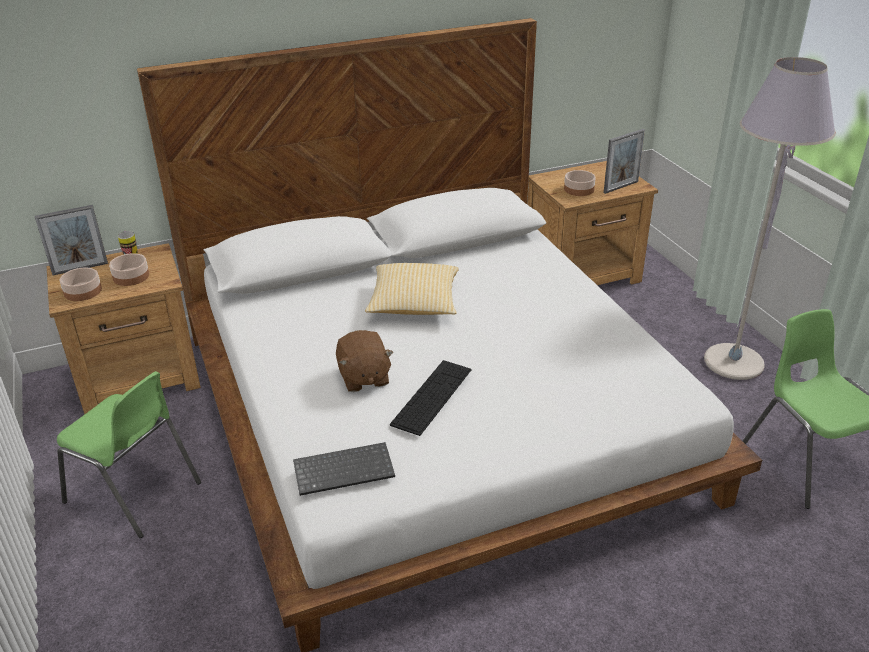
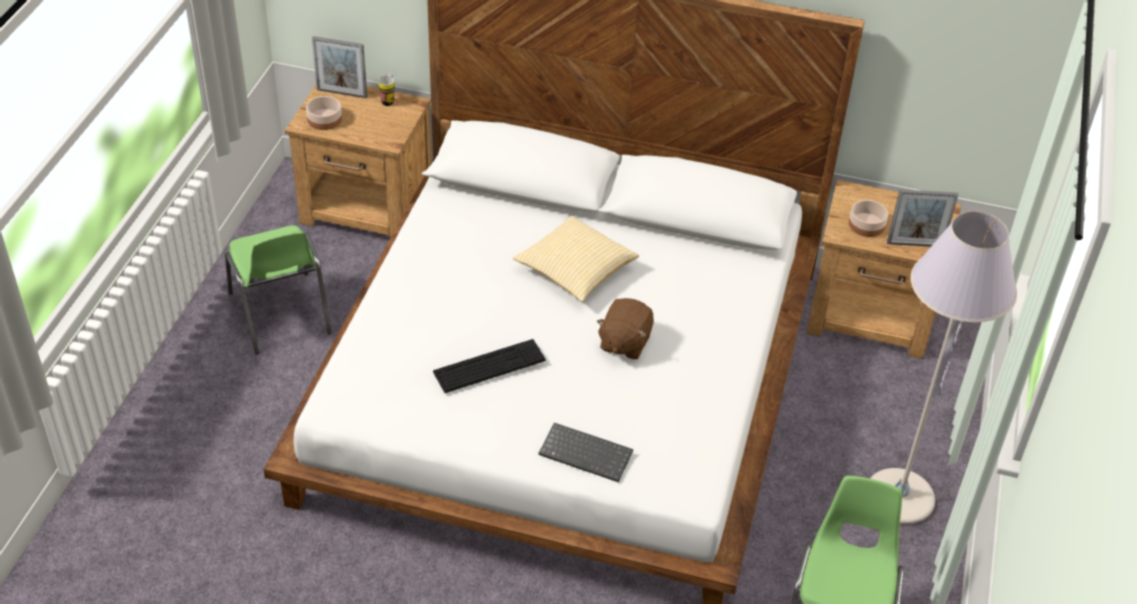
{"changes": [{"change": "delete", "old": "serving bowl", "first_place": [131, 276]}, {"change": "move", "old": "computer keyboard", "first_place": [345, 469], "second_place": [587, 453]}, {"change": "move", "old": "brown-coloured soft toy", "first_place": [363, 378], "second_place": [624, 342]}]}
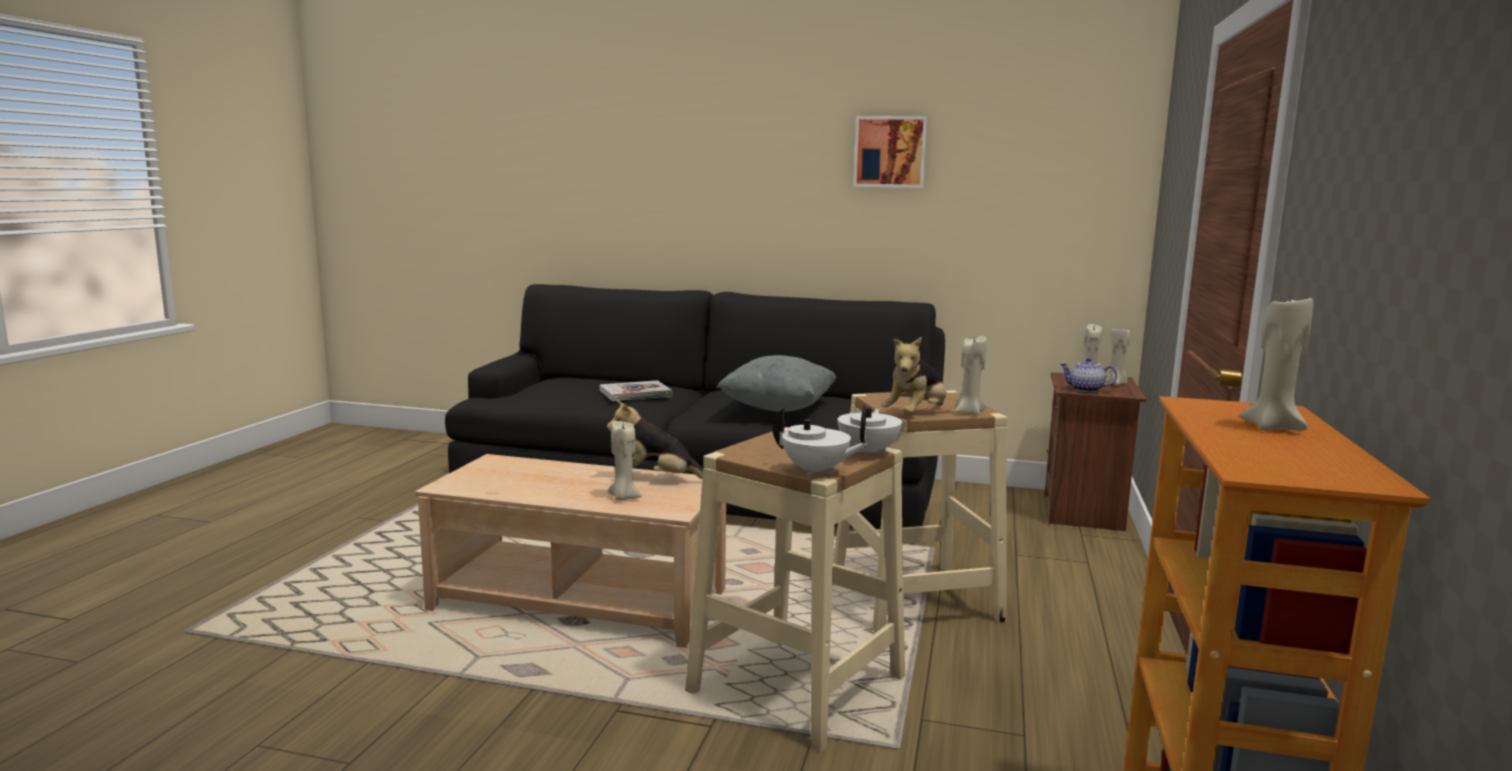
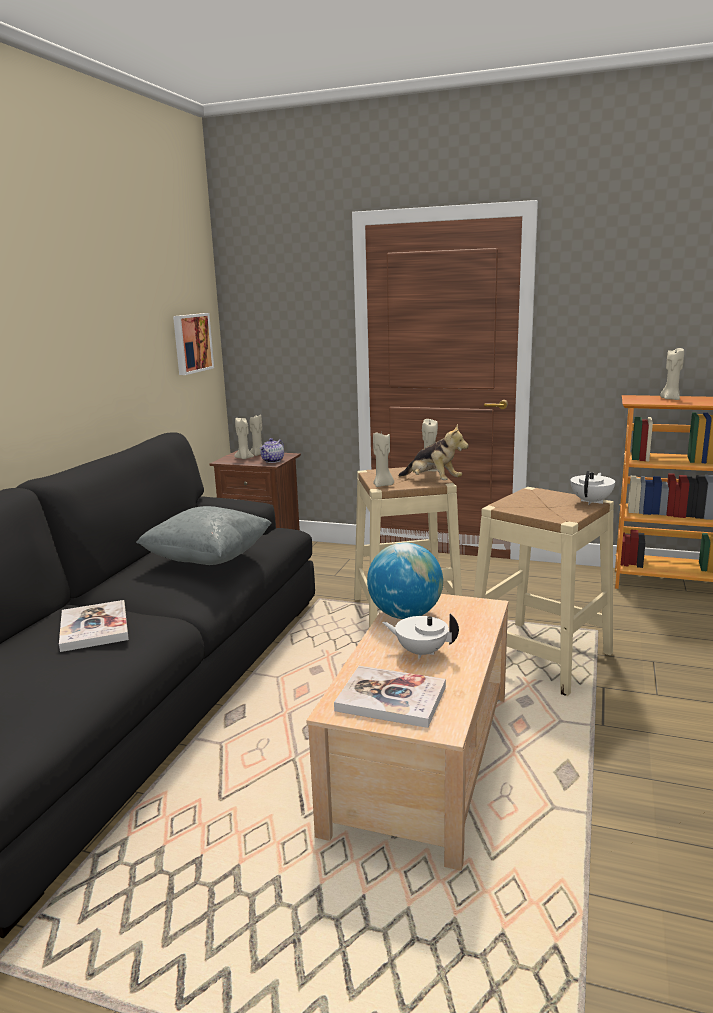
{"changes": [{"change": "replace", "old": "soft toy", "new": "desk globe", "first_place": [658, 479], "second_place": [405, 615]}, {"change": "move", "old": "beige wax candle", "first_place": [623, 498], "second_place": [383, 485]}, {"change": "move", "old": "white pot for tea", "first_place": [869, 452], "second_place": [421, 652]}, {"change": "move", "old": "wall art", "first_place": [890, 152], "second_place": [191, 343]}, {"change": "insert", "new": "volume", "second_place": [391, 699]}]}
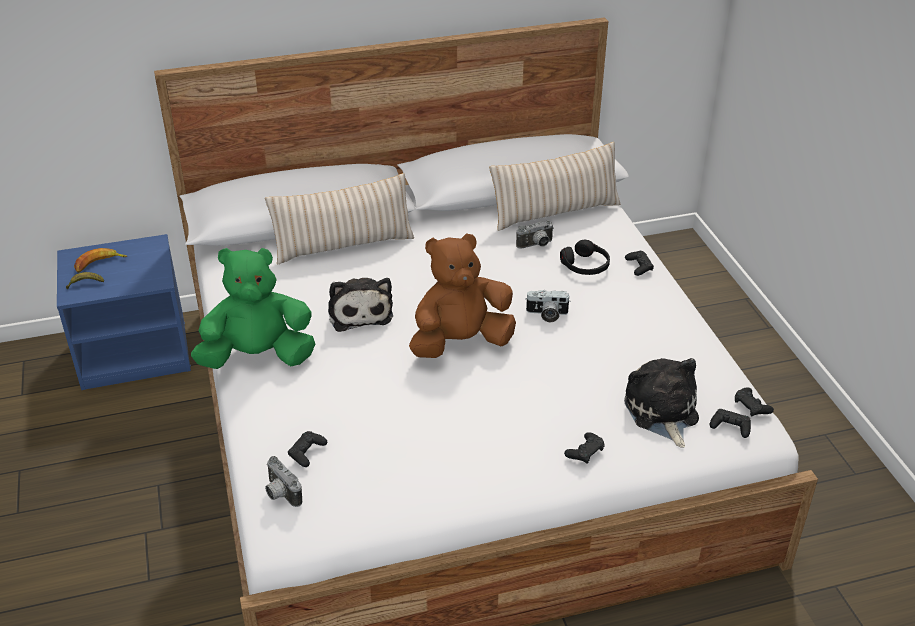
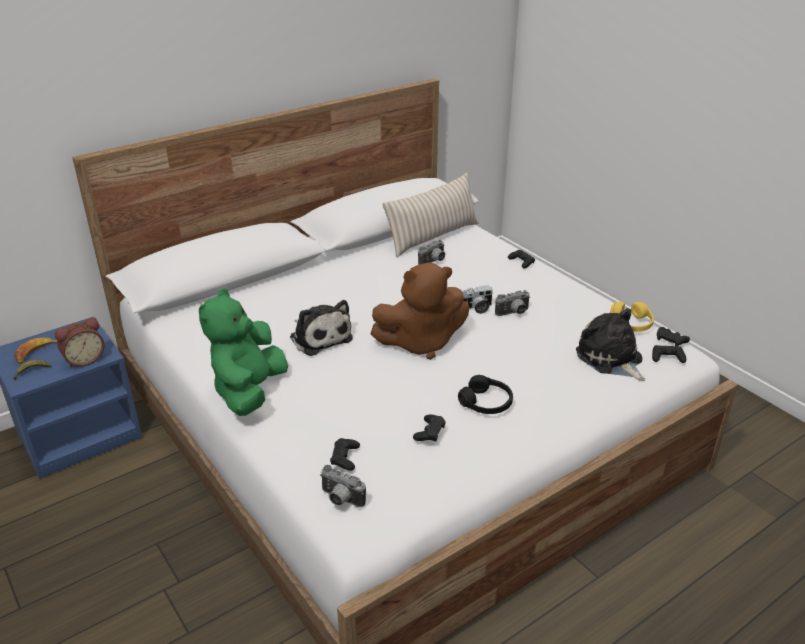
{"changes": [{"change": "rotate", "old": "green-coloured soft toy", "first_place": [258, 357], "second_place": [249, 391], "degrees": -45}, {"change": "delete", "old": "beige pillow", "first_place": [343, 245]}, {"change": "rotate", "old": "brown-coloured soft toy", "first_place": [460, 343], "second_place": [421, 343], "degrees": -150}, {"change": "move", "old": "black headset", "first_place": [585, 265], "second_place": [486, 403]}, {"change": "move", "old": "black gamepad", "first_place": [585, 452], "second_place": [429, 432]}, {"change": "insert", "new": "table clock", "second_place": [84, 359]}, {"change": "insert", "new": "still camera", "second_place": [513, 313]}, {"change": "insert", "new": "yellow headset", "second_place": [630, 324]}]}
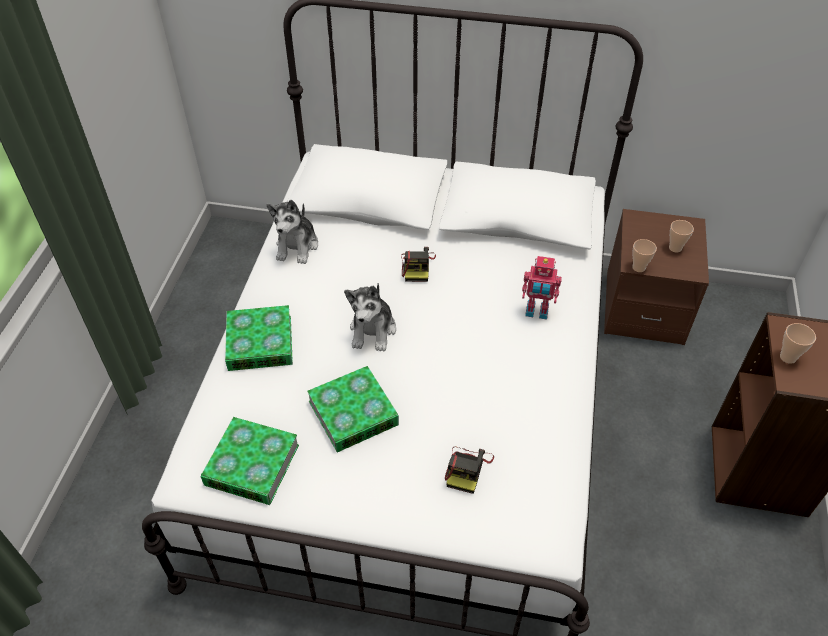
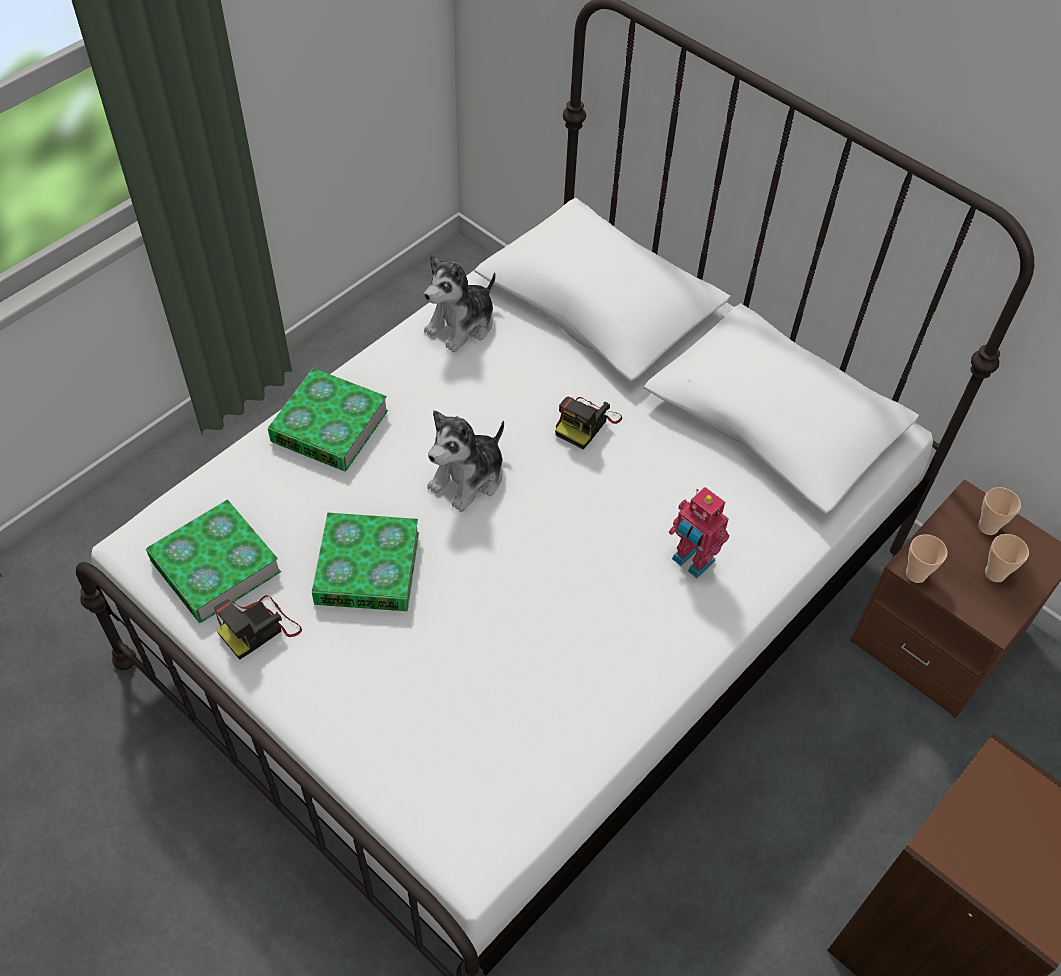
{"changes": [{"change": "move", "old": "still camera", "first_place": [467, 469], "second_place": [259, 629]}, {"change": "move", "old": "small cup", "first_place": [788, 357], "second_place": [988, 527]}]}
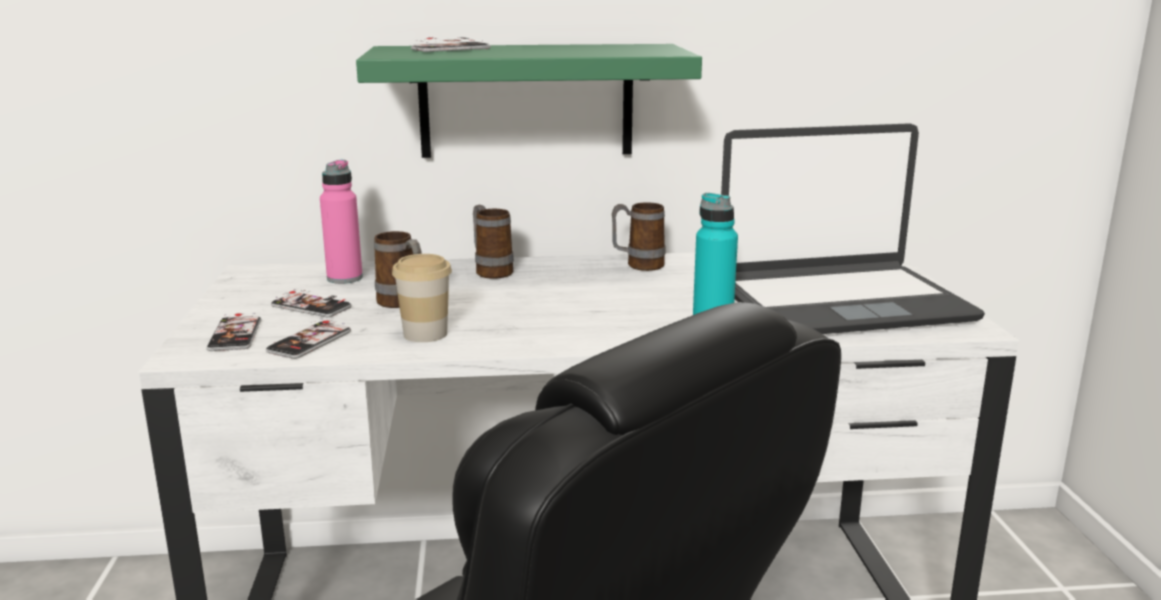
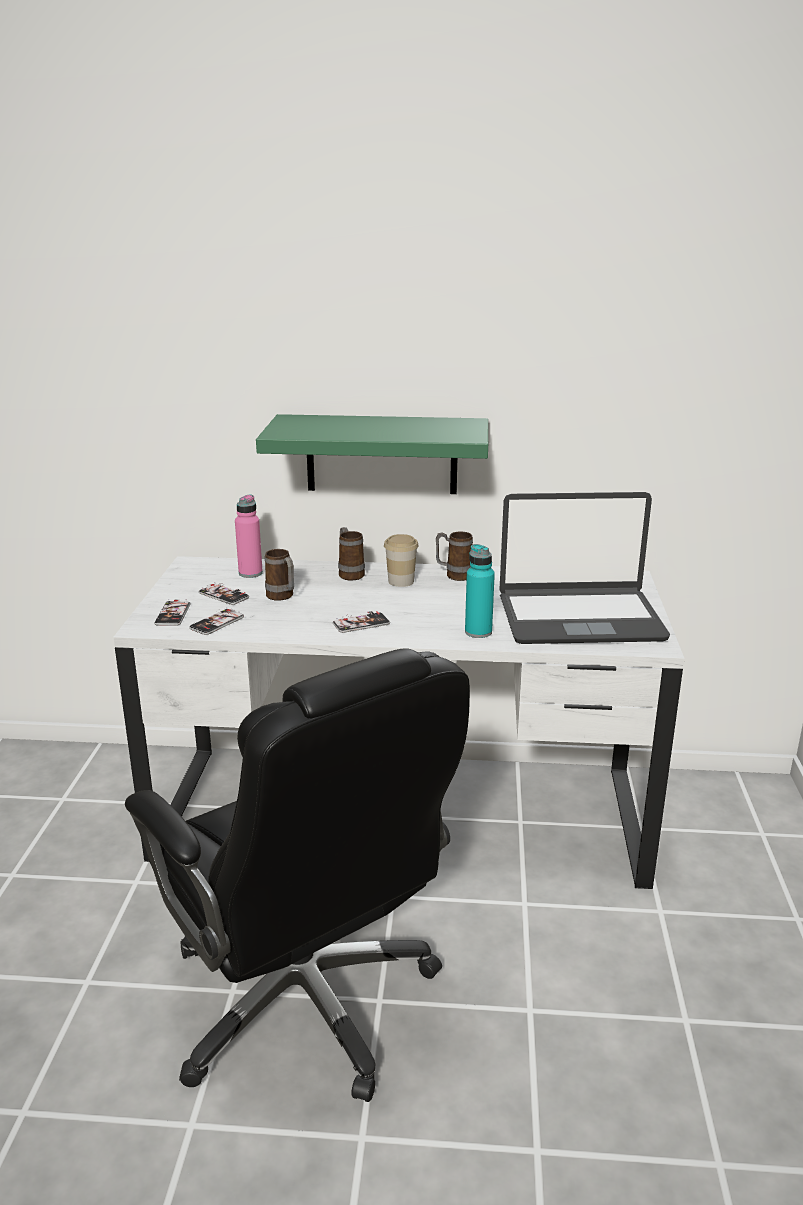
{"changes": [{"change": "move", "old": "small cup", "first_place": [425, 334], "second_place": [401, 581]}, {"change": "move", "old": "handset", "first_place": [451, 49], "second_place": [361, 624]}]}
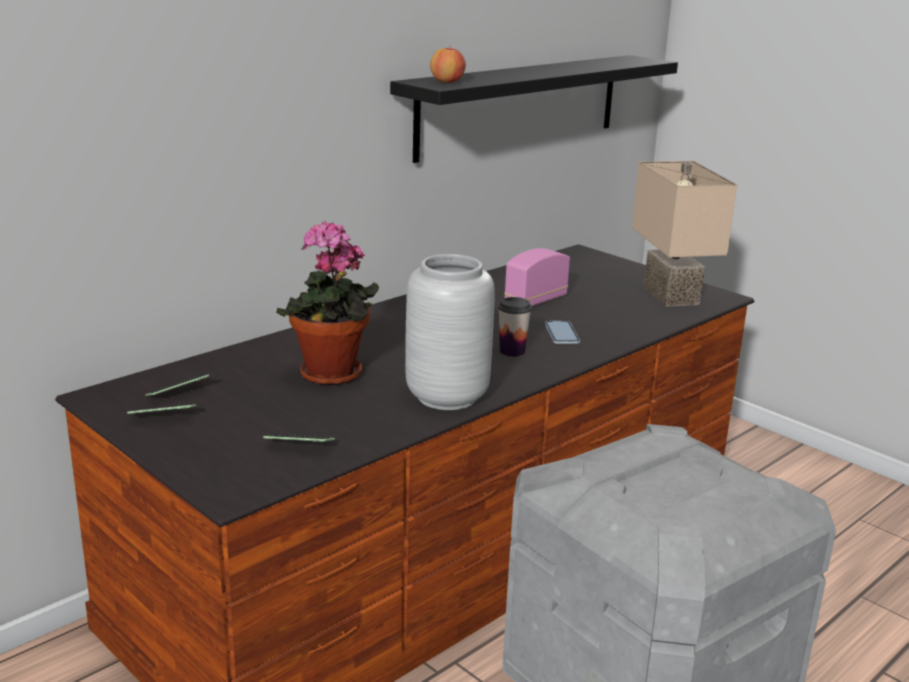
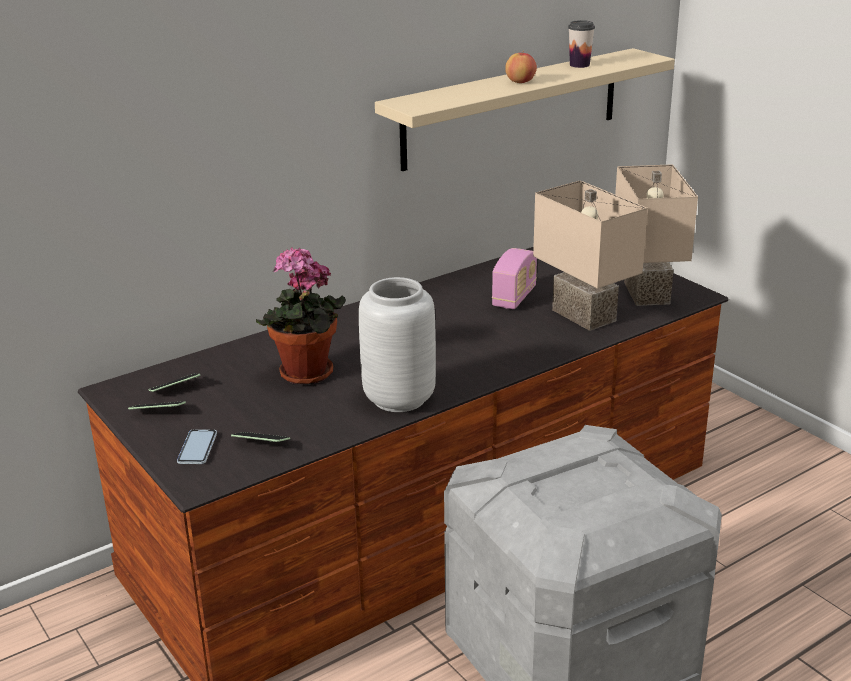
{"changes": [{"change": "recolor", "old": "black wall shelf", "new": "beige wall shelf", "first_place": [520, 105], "second_place": [512, 108]}, {"change": "move", "old": "apple fruit", "first_place": [447, 82], "second_place": [520, 82]}, {"change": "move", "old": "small cup", "first_place": [512, 351], "second_place": [579, 65]}, {"change": "rotate", "old": "radio", "first_place": [535, 300], "second_place": [514, 297], "degrees": 150}, {"change": "move", "old": "handset", "first_place": [561, 334], "second_place": [197, 448]}, {"change": "insert", "new": "beige lamp for a table", "second_place": [580, 316]}]}
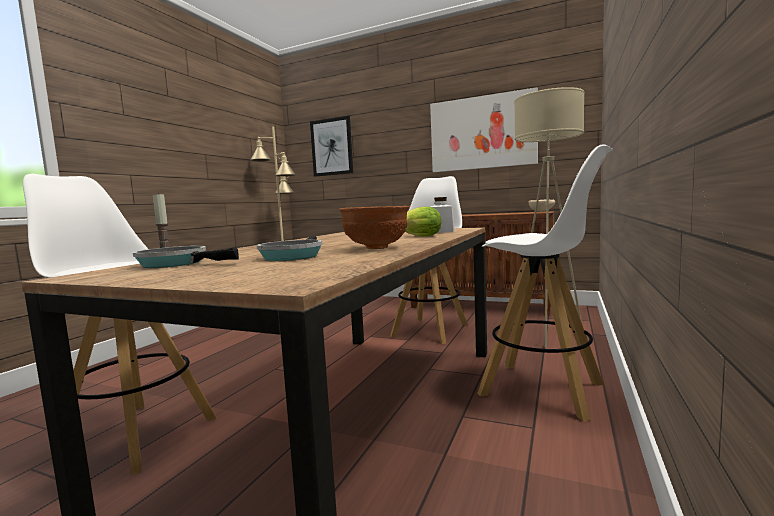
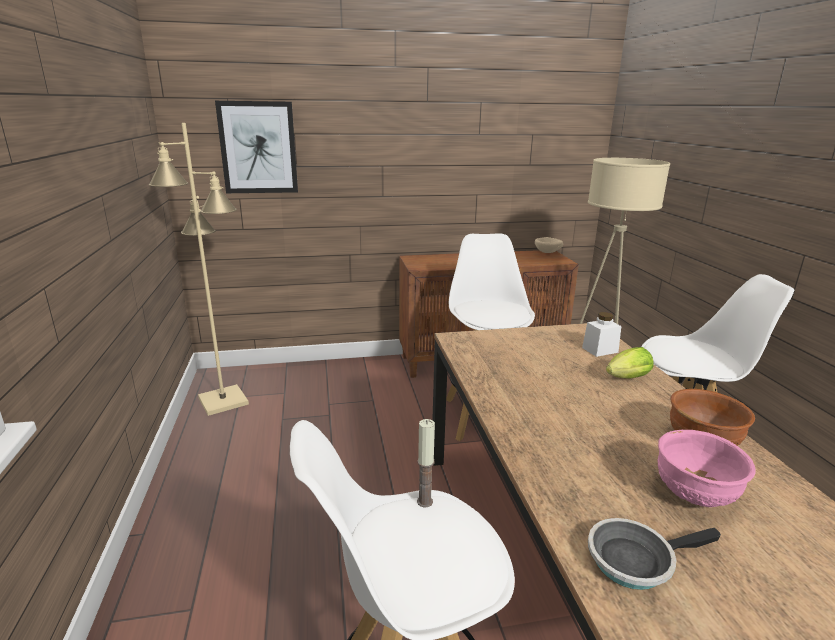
{"changes": [{"change": "replace", "old": "frying pan", "new": "pink serving bowl", "first_place": [292, 256], "second_place": [694, 496]}, {"change": "delete", "old": "wall art", "first_place": [482, 133]}]}
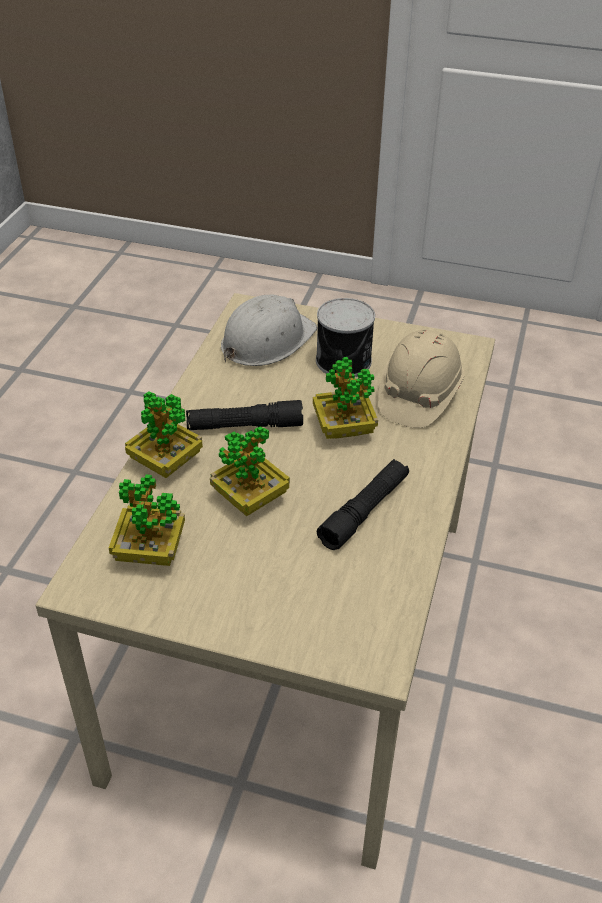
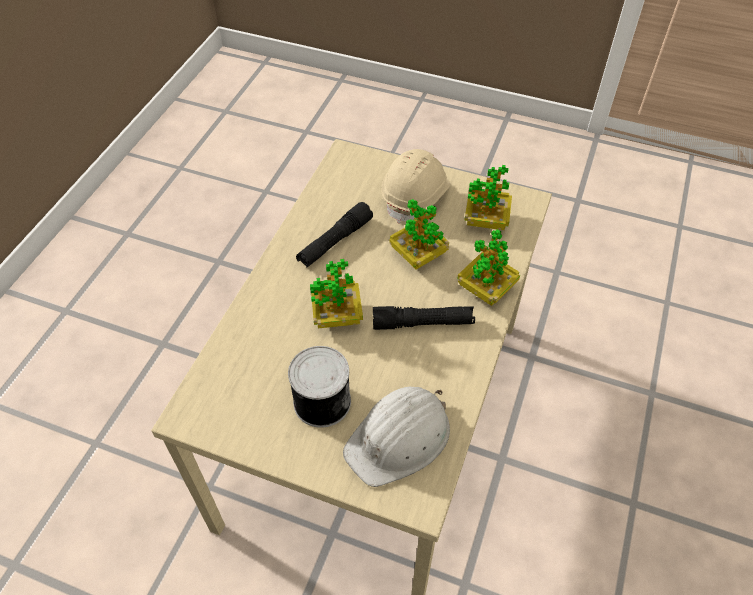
{"changes": [{"change": "move", "old": "beige safety helmet", "first_place": [418, 396], "second_place": [416, 196]}]}
